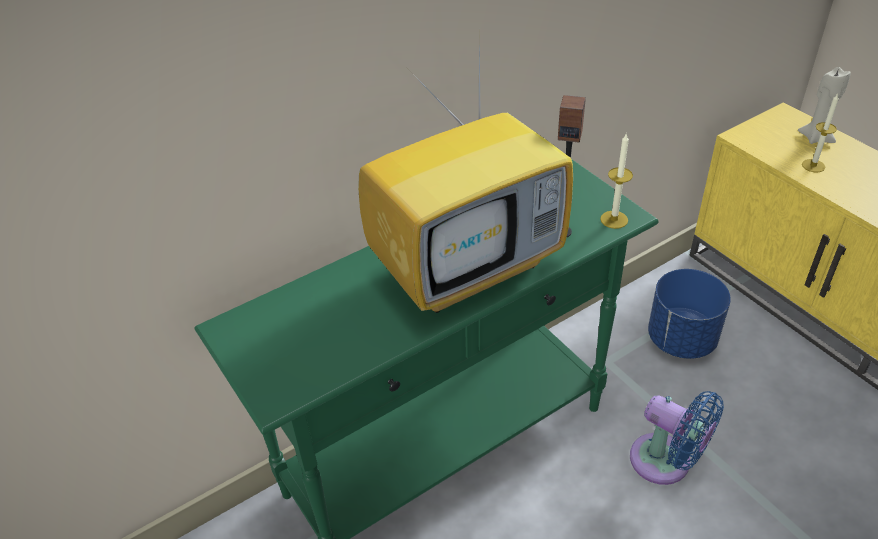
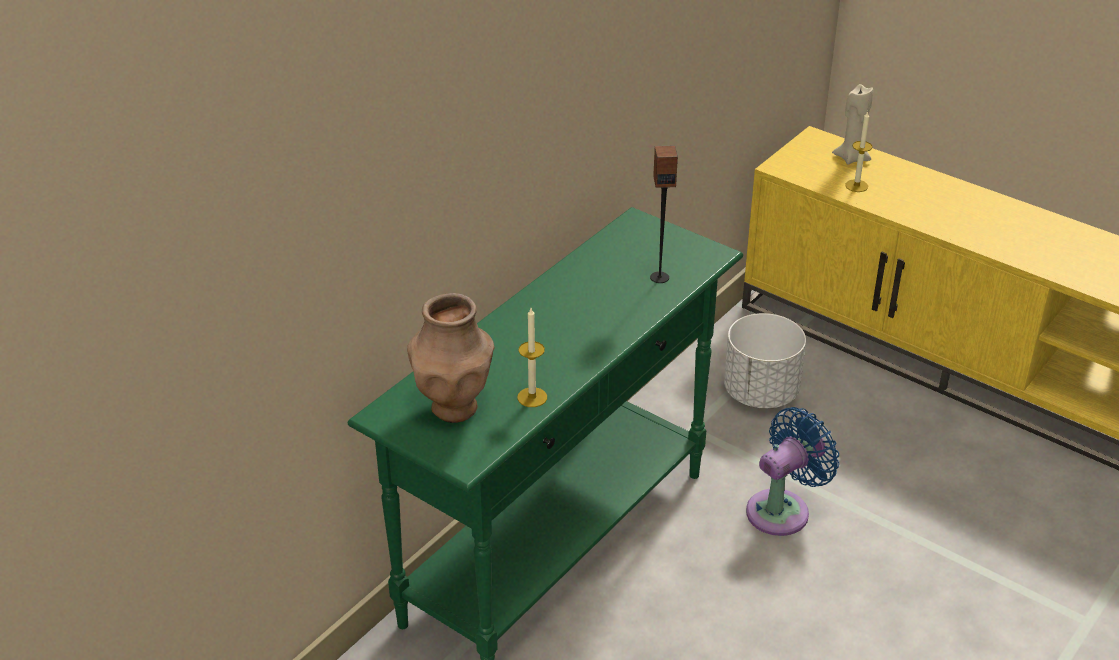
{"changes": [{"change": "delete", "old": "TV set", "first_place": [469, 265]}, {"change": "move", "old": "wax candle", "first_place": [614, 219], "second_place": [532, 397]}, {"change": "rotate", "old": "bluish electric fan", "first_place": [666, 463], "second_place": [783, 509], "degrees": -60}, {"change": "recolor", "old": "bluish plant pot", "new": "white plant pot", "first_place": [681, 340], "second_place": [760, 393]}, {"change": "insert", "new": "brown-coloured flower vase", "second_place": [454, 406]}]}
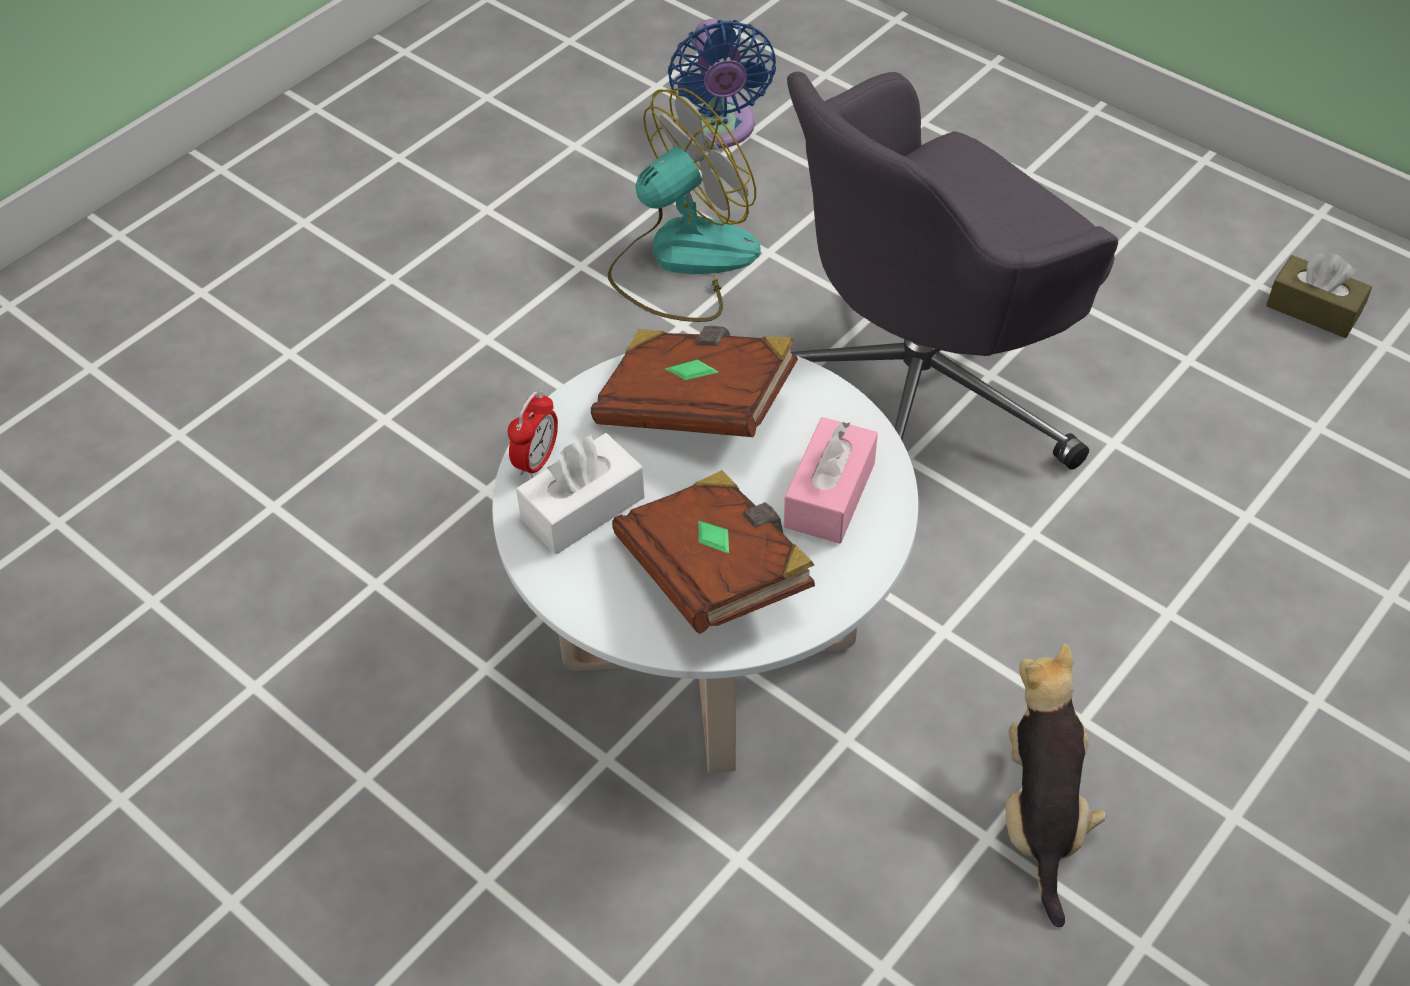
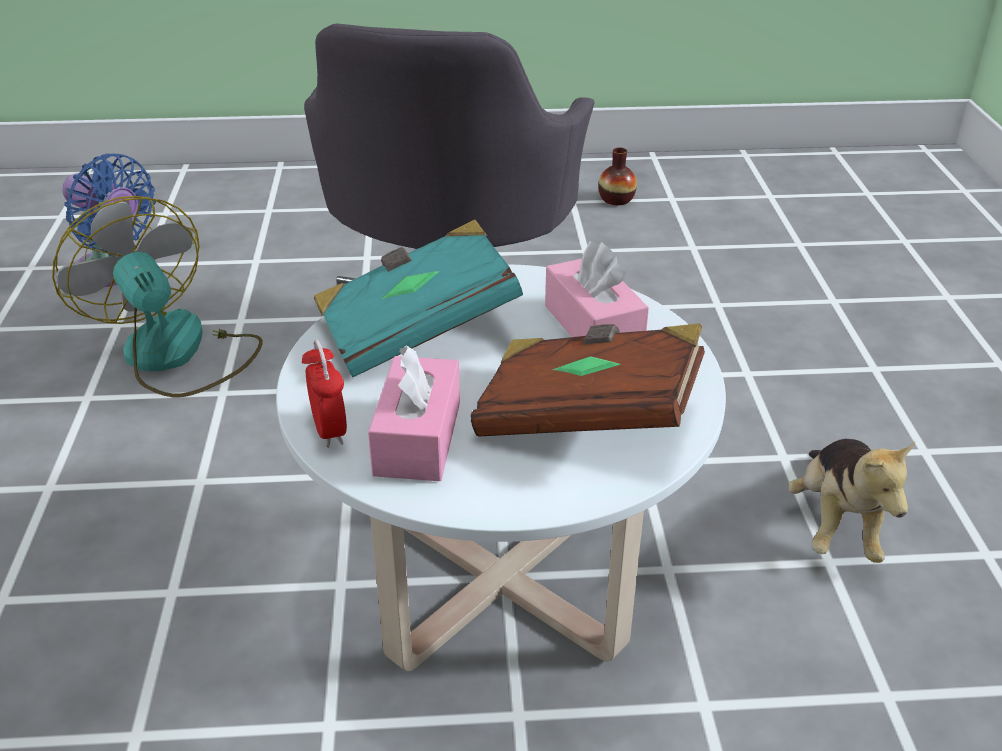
{"changes": [{"change": "recolor", "old": "white tissue holder", "new": "pink tissue holder", "first_place": [583, 508], "second_place": [418, 438]}, {"change": "recolor", "old": "brown-coloured volume", "new": "blue-green volume", "first_place": [695, 407], "second_place": [417, 330]}, {"change": "rotate", "old": "electric fan", "first_place": [682, 260], "second_place": [175, 355], "degrees": -45}, {"change": "rotate", "old": "soft toy", "first_place": [1041, 814], "second_place": [836, 524], "degrees": -135}, {"change": "replace", "old": "brown-coloured tissue holder", "new": "flower vase", "first_place": [1313, 309], "second_place": [616, 199]}]}
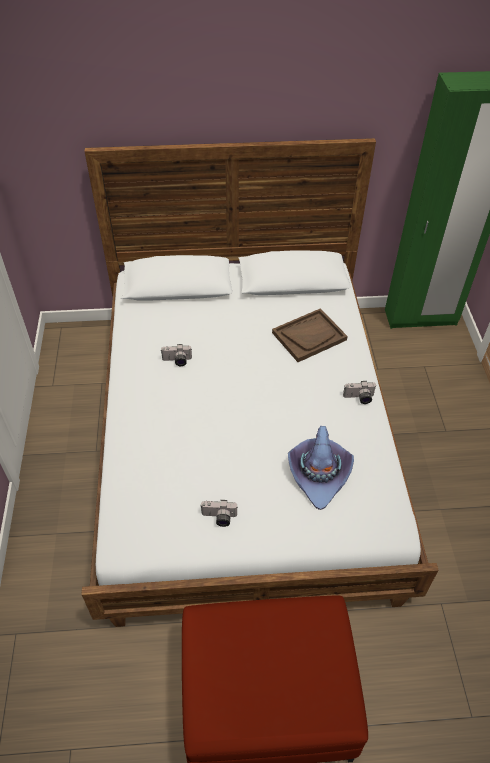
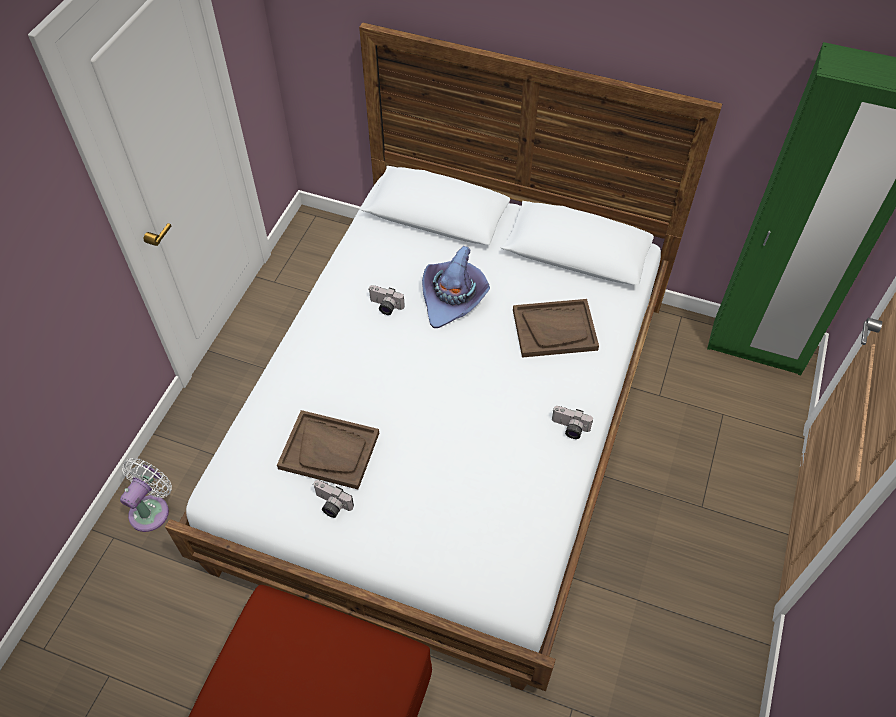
{"changes": [{"change": "move", "old": "purple hat", "first_place": [319, 473], "second_place": [453, 297]}, {"change": "insert", "new": "white electric fan", "second_place": [152, 509]}, {"change": "insert", "new": "brown-coloured serving tray", "second_place": [329, 450]}]}
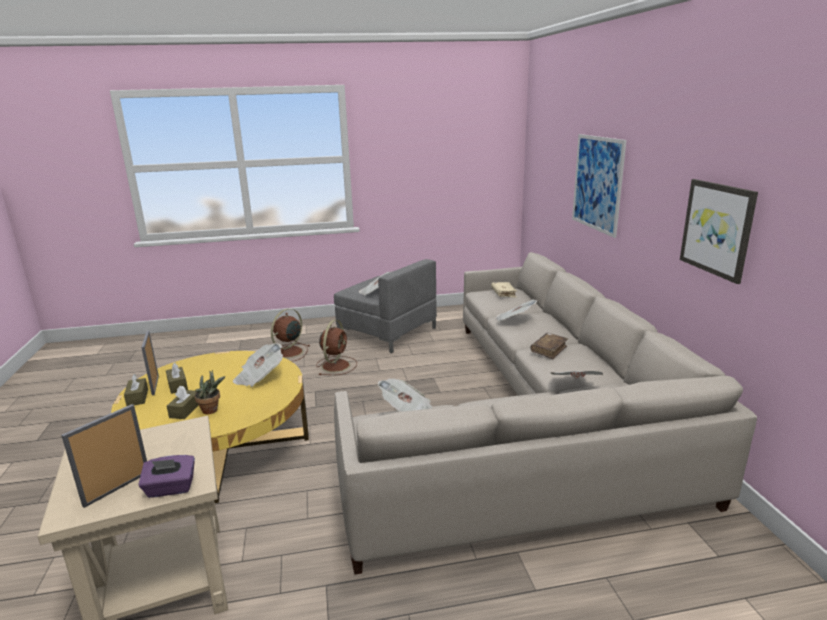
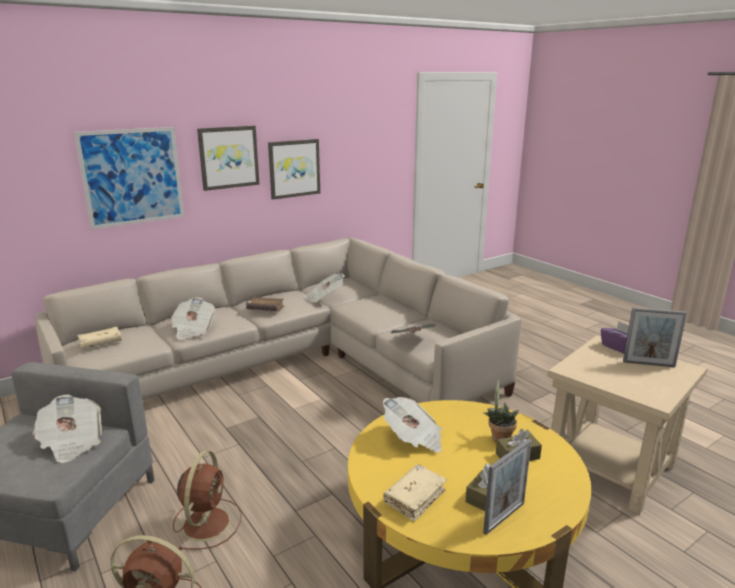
{"changes": [{"change": "delete", "old": "brown-coloured tissue holder", "first_place": [137, 397]}, {"change": "rotate", "old": "brown-coloured electric fan", "first_place": [336, 365], "second_place": [207, 522], "degrees": 105}, {"change": "insert", "new": "wall art", "second_place": [228, 157]}, {"change": "insert", "new": "beige volume", "second_place": [415, 497]}]}
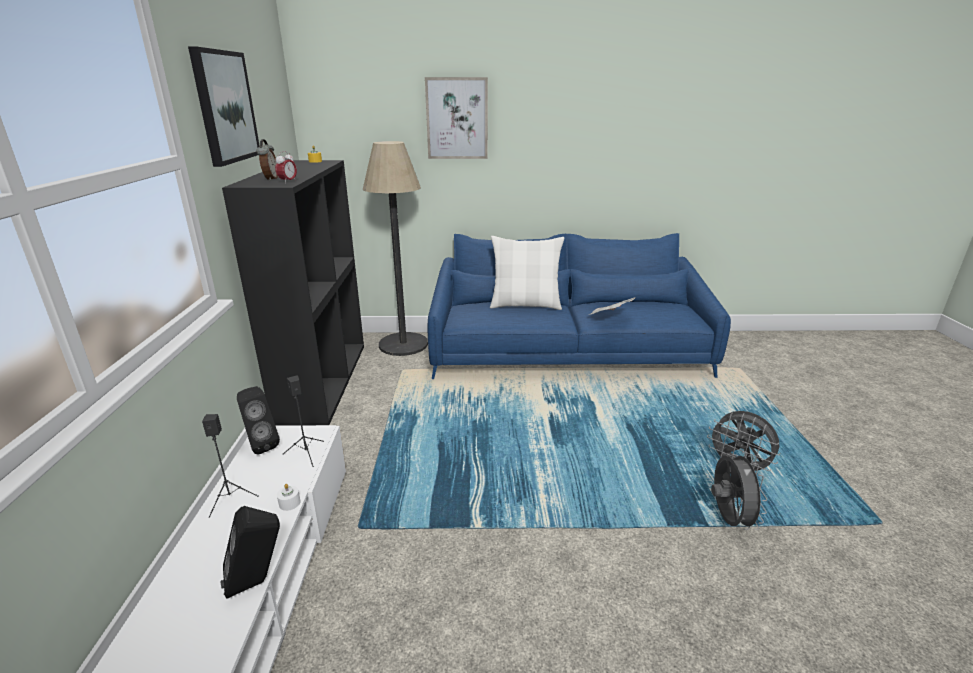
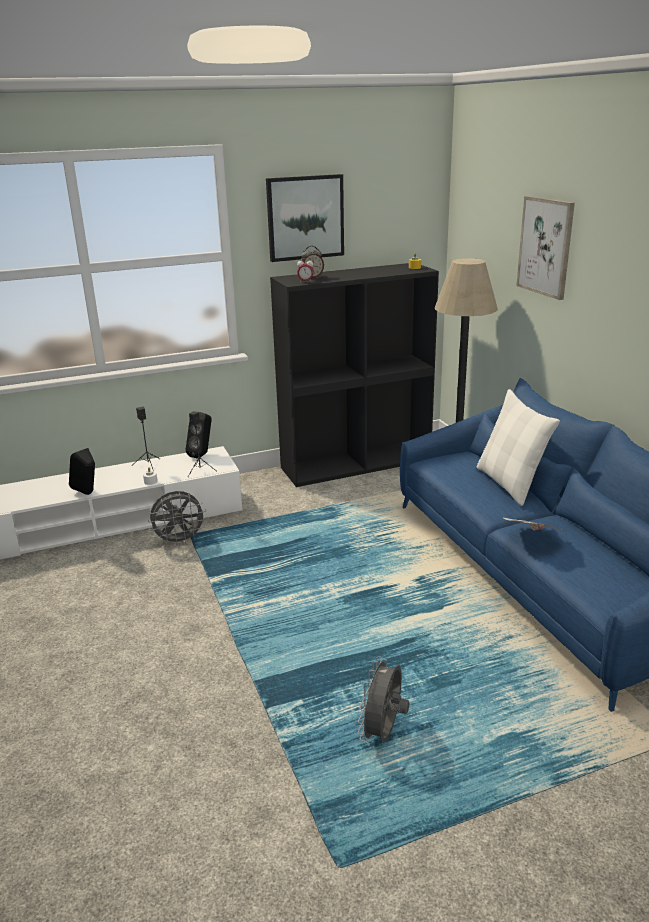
{"changes": [{"change": "move", "old": "grey electric fan", "first_place": [727, 519], "second_place": [180, 541]}]}
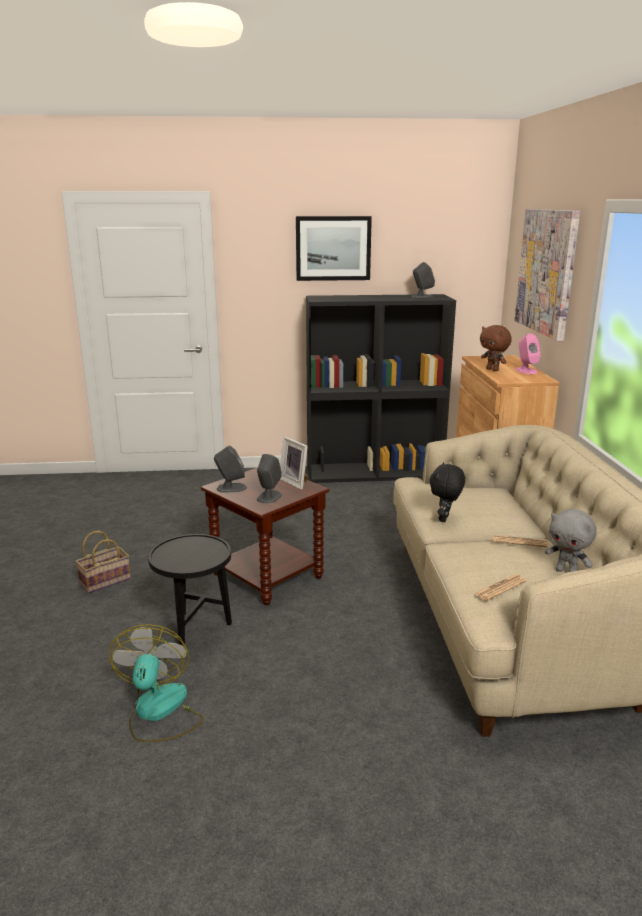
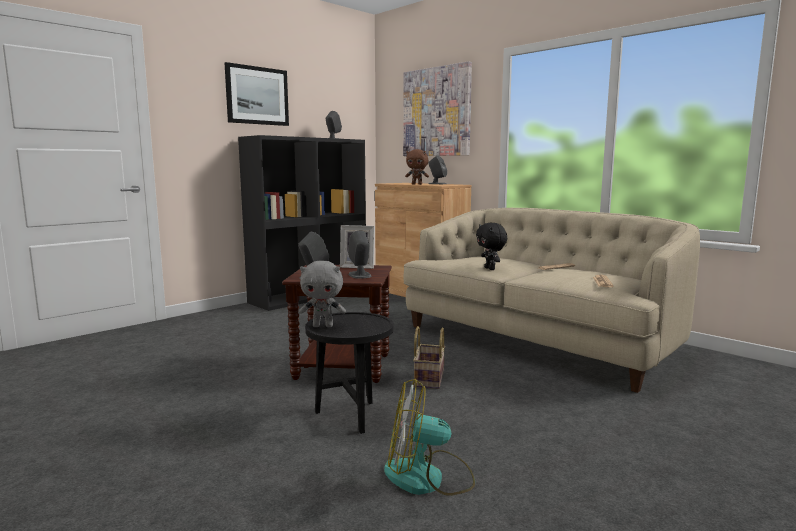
{"changes": [{"change": "move", "old": "storage basket", "first_place": [106, 580], "second_place": [428, 378]}, {"change": "rotate", "old": "electric fan", "first_place": [159, 712], "second_place": [428, 478], "degrees": -45}, {"change": "recolor", "old": "pink loudspeaker", "new": "grey loudspeaker", "first_place": [526, 371], "second_place": [437, 184]}, {"change": "move", "old": "grey soft toy", "first_place": [566, 572], "second_place": [323, 326]}]}
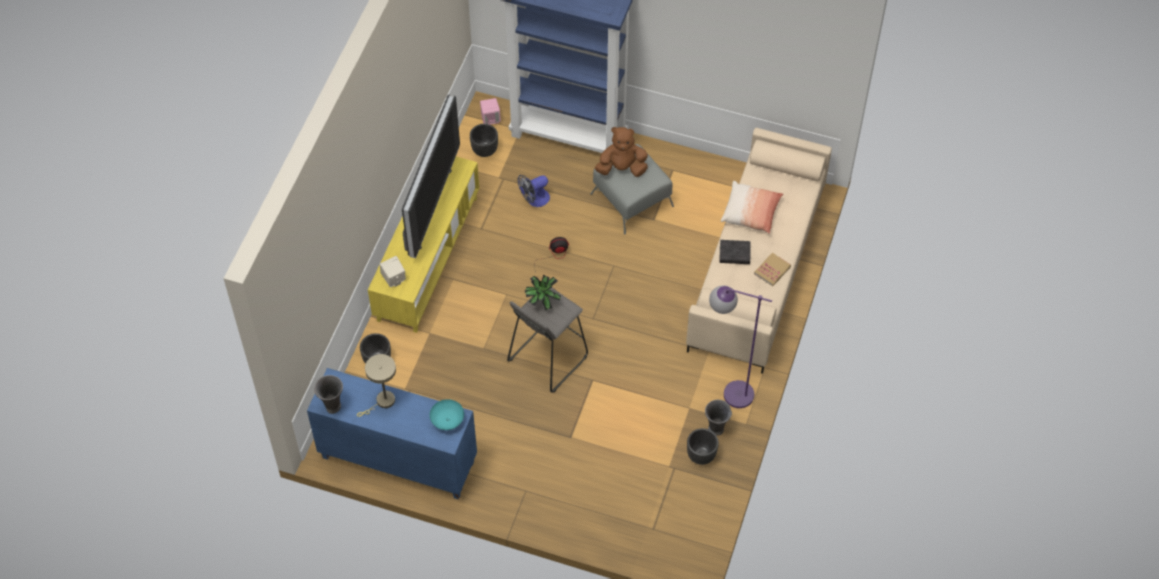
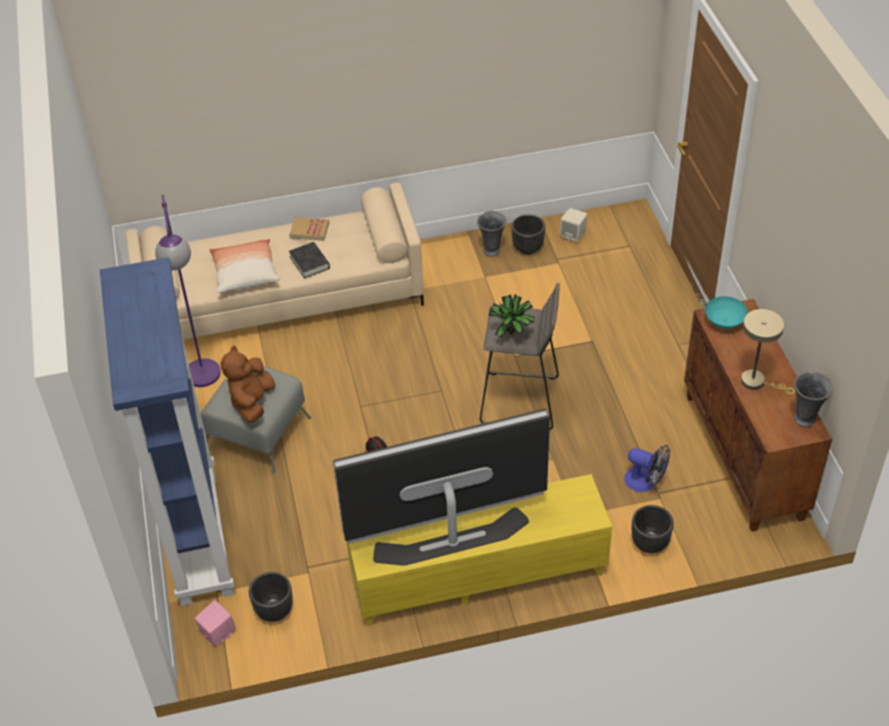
{"changes": [{"change": "recolor", "old": "bluish storage cabinet", "new": "brown-coloured storage cabinet", "first_place": [397, 460], "second_place": [744, 456]}, {"change": "move", "old": "beige loudspeaker", "first_place": [393, 279], "second_place": [573, 235]}, {"change": "move", "old": "electric fan", "first_place": [534, 200], "second_place": [645, 482]}, {"change": "rotate", "old": "brown-coloured soft toy", "first_place": [622, 168], "second_place": [252, 402], "degrees": 45}, {"change": "move", "old": "purple standing lamp", "first_place": [727, 392], "second_place": [204, 383]}]}
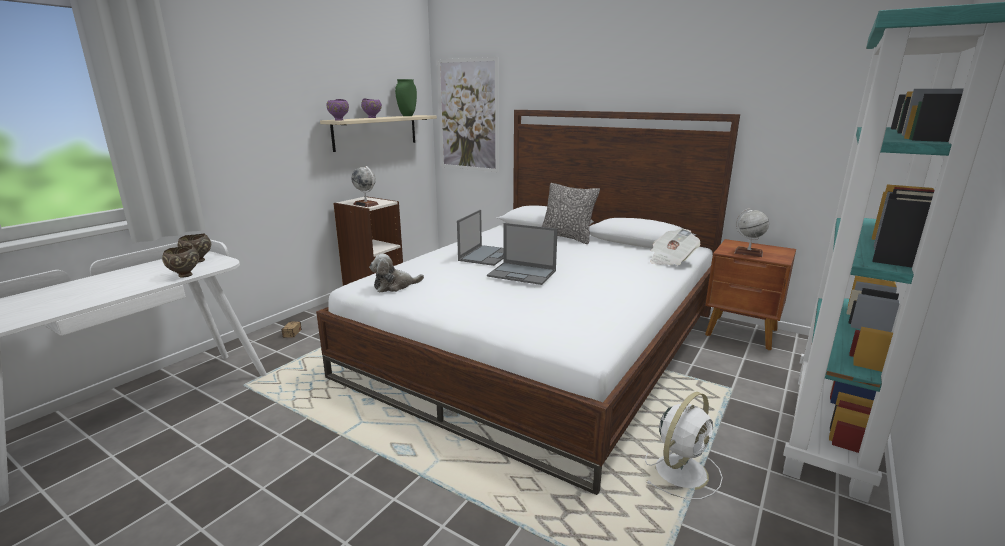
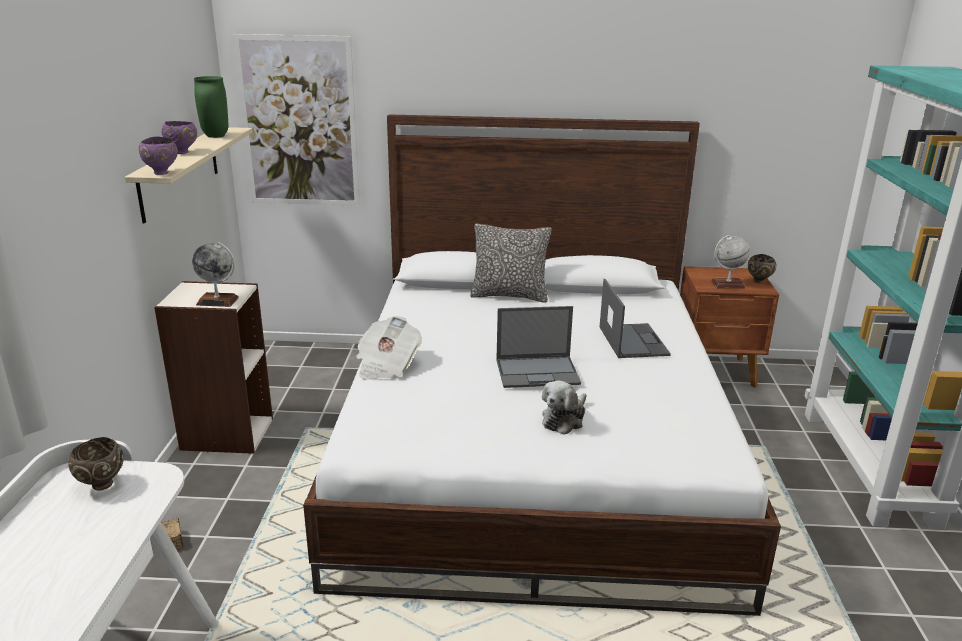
{"changes": [{"change": "move", "old": "brown-coloured serving bowl", "first_place": [184, 275], "second_place": [759, 281]}, {"change": "move", "old": "soft toy", "first_place": [394, 286], "second_place": [564, 419]}, {"change": "move", "old": "notebook computer", "first_place": [486, 255], "second_place": [632, 340]}, {"change": "delete", "old": "white electric fan", "first_place": [682, 470]}, {"change": "move", "old": "daily paper", "first_place": [671, 260], "second_place": [386, 365]}]}
